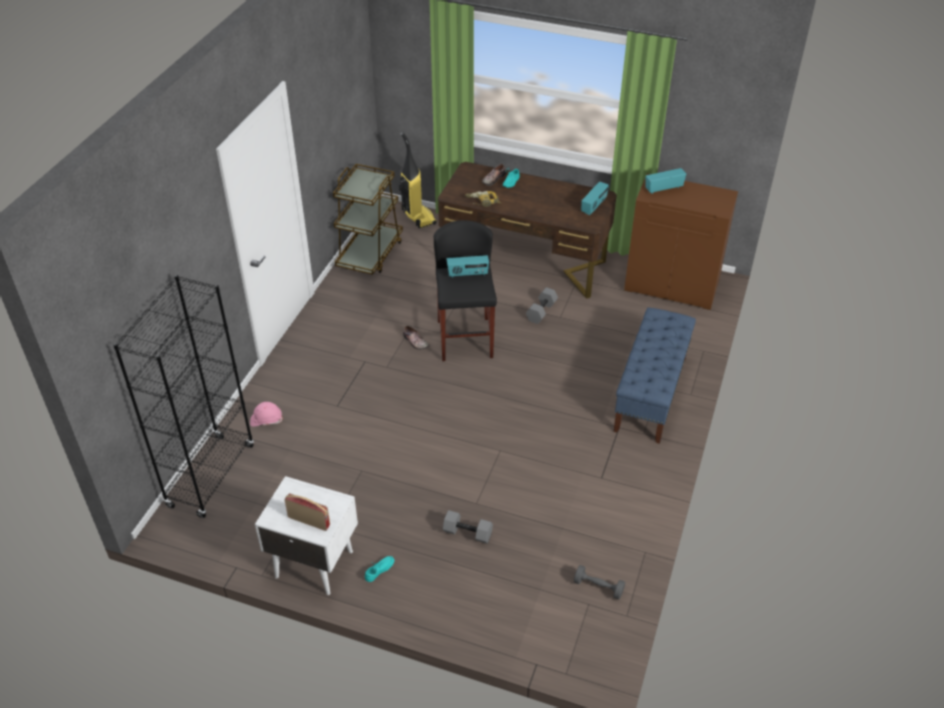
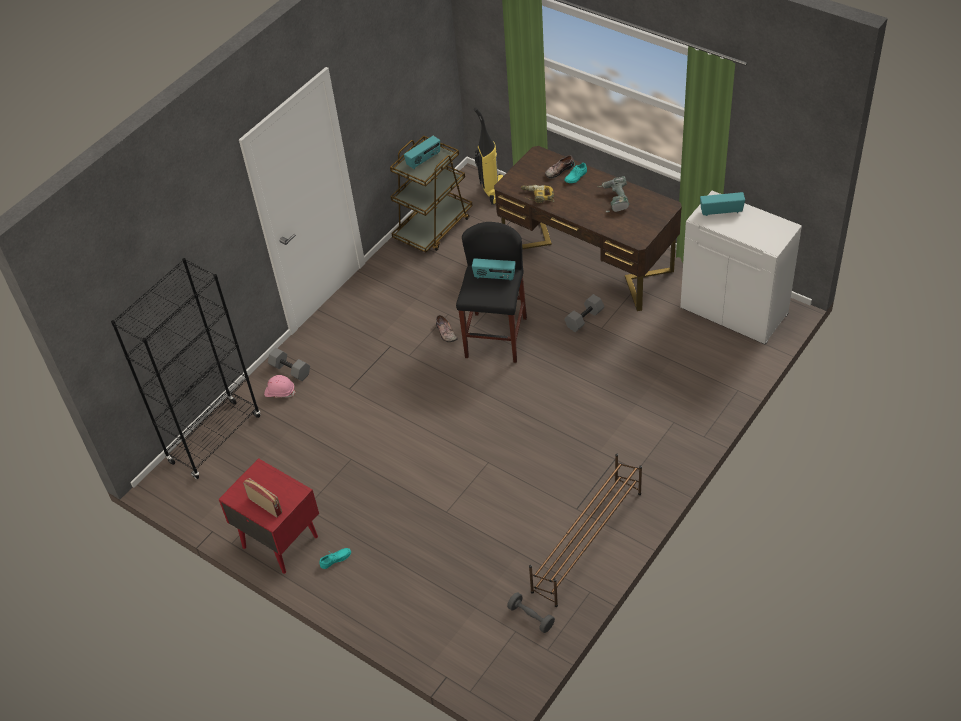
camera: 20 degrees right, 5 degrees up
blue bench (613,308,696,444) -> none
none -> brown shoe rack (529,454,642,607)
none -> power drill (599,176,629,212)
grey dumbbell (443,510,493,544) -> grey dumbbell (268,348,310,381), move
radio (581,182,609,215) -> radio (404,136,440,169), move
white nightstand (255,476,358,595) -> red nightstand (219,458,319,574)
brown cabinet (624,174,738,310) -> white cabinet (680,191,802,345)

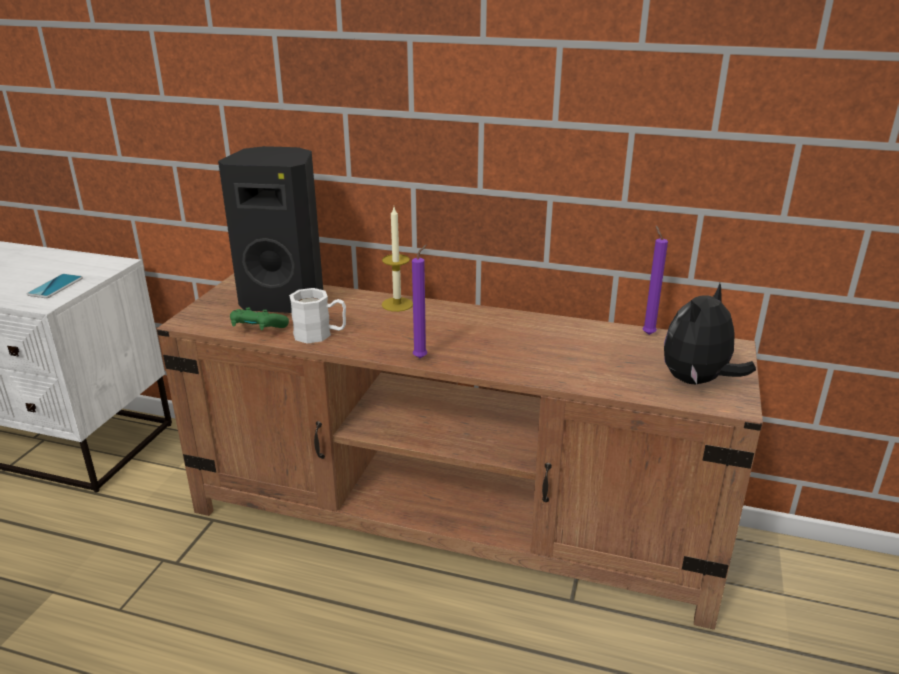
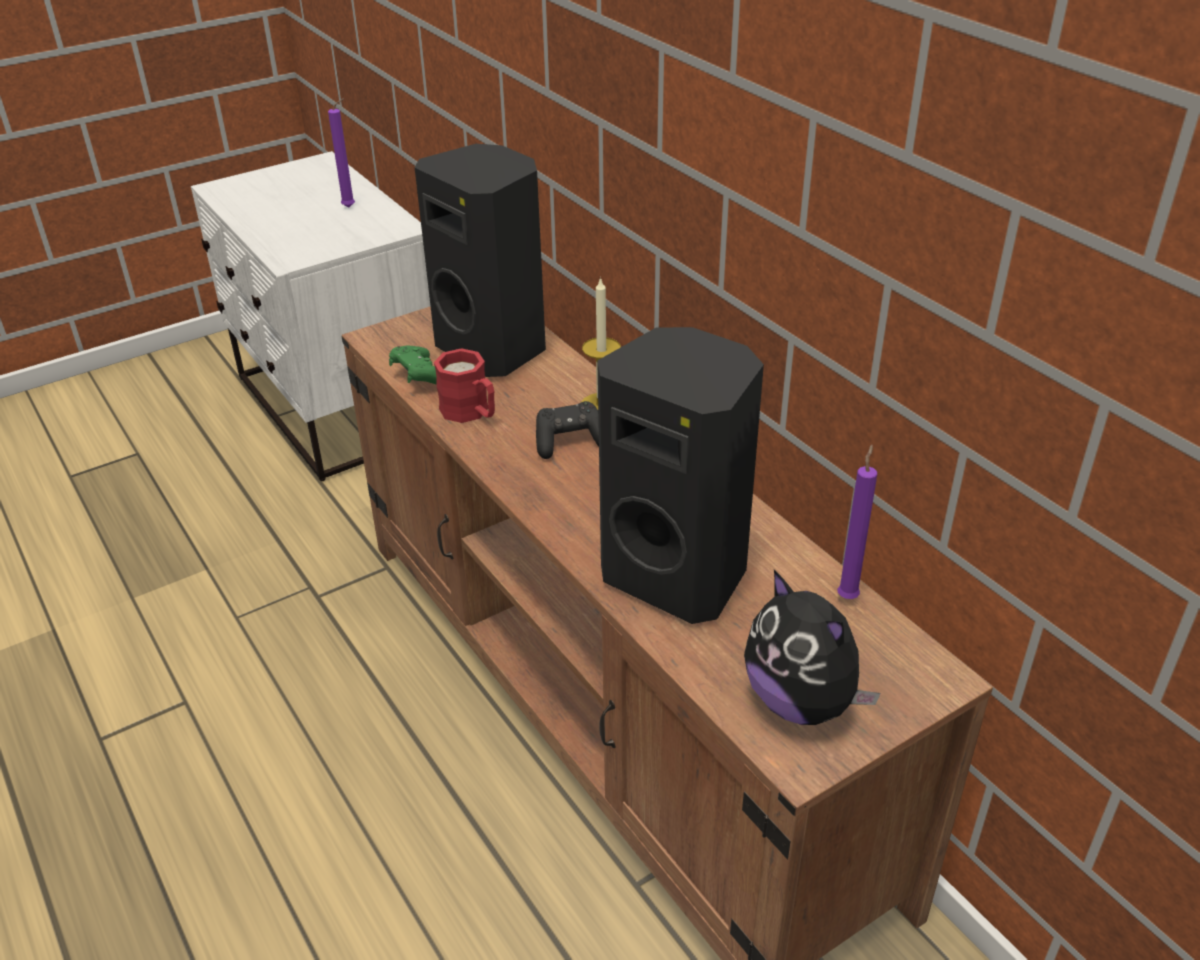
camera: 40 degrees right, 10 degrees up
phone (27,274,83,298) -> none
none -> black game controller (536,401,599,459)
none -> black speaker (597,327,764,624)
purple candle (412,244,427,358) -> purple candle (328,98,355,207), move
white mug (289,288,346,344) -> red mug (434,348,495,423)
plush toy (664,283,756,384) -> plush toy (744,570,881,725), 120 degrees counterclockwise

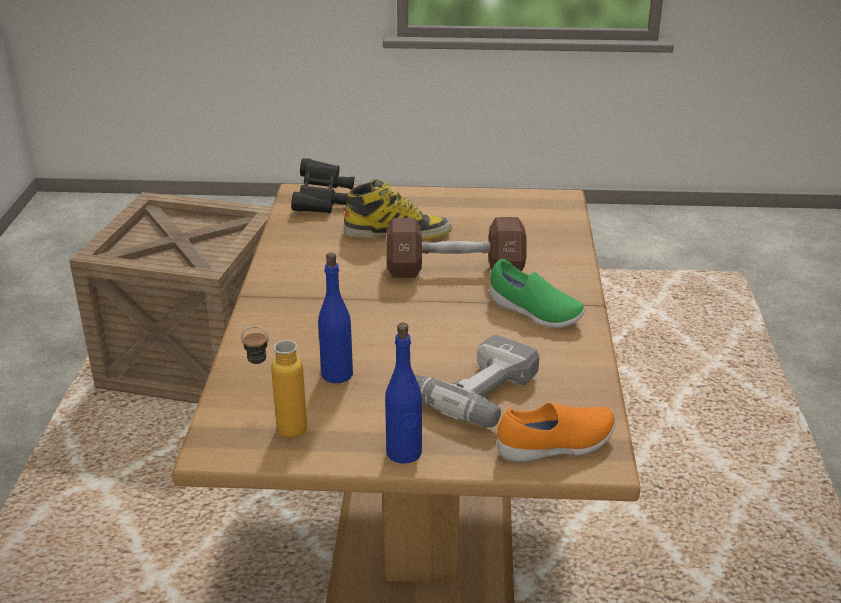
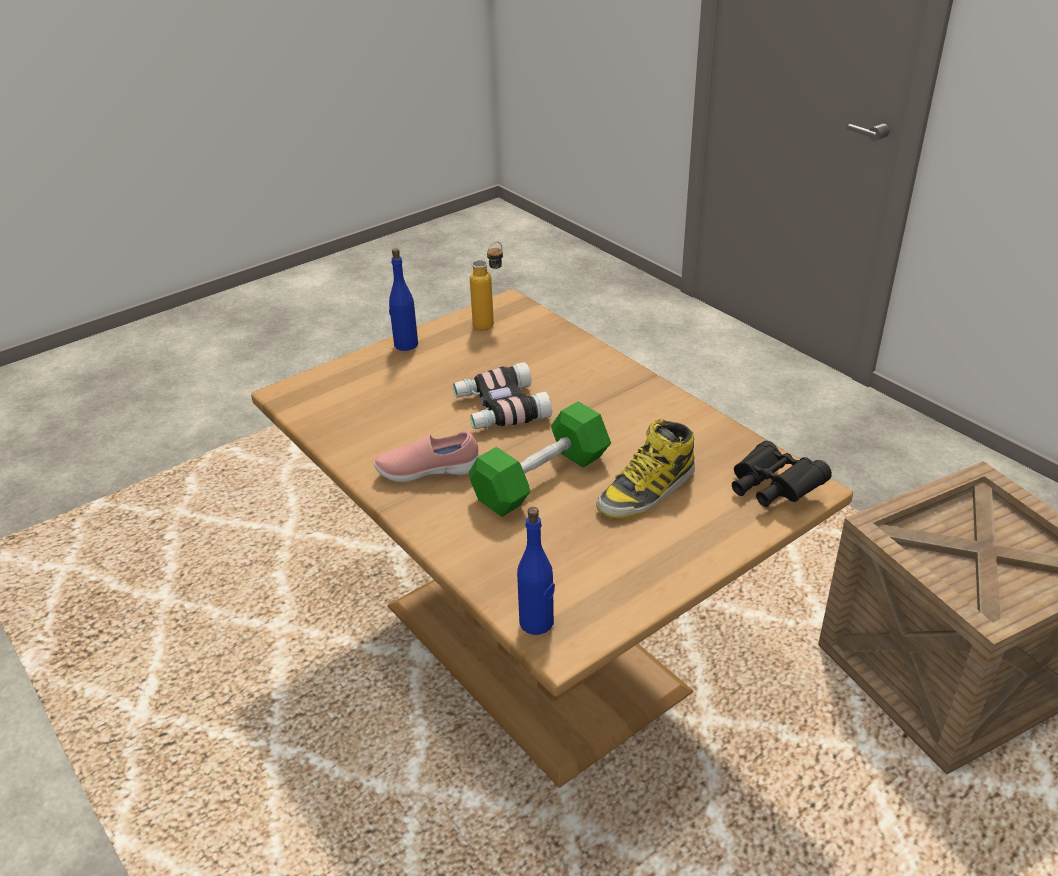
camera: 140 degrees right, 5 degrees up
power drill (391,335,540,428) -> none
orange shoe (497,403,615,462) -> none
none -> binoculars (453,362,552,429)
blue bottle (318,253,353,383) -> blue bottle (517,507,555,635), move
brown dumbbell (387,217,527,278) -> green dumbbell (469,401,611,517)
green shoe (489,259,585,328) -> pink shoe (373,431,479,482)

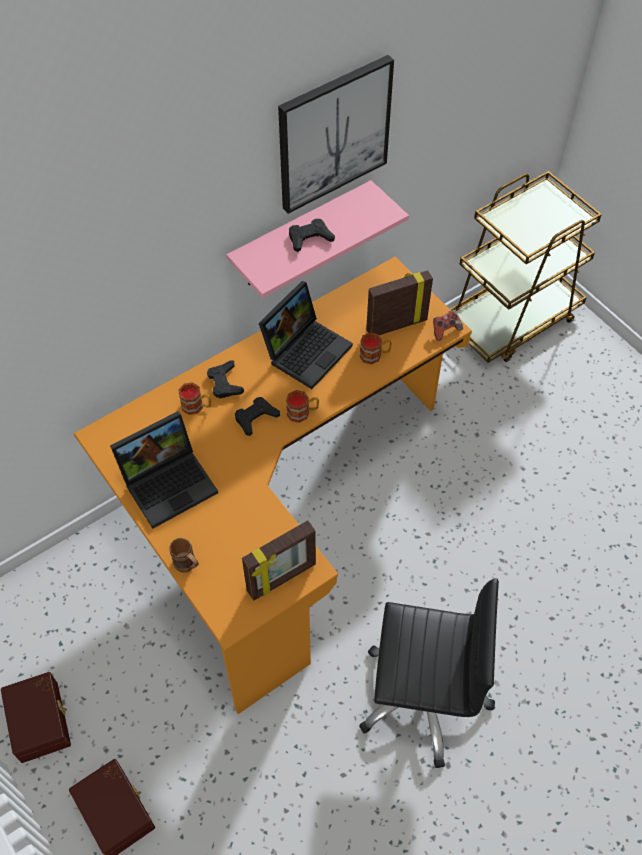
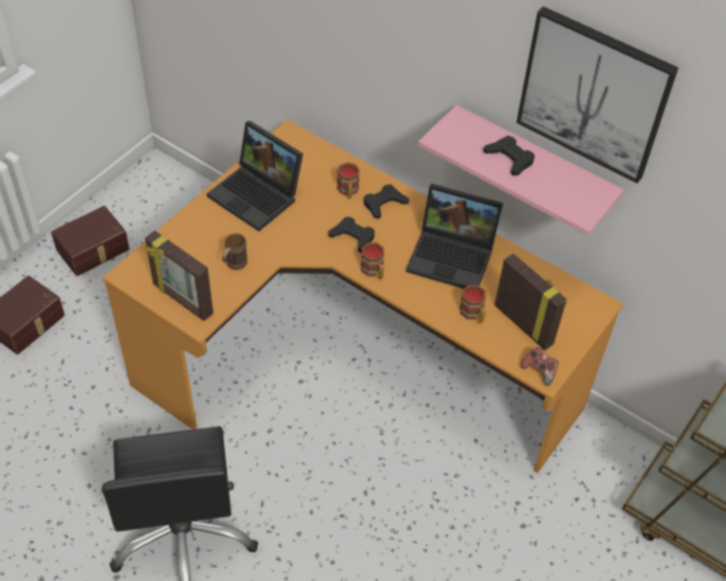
camera: 70 degrees right, 5 degrees down
brown mug (169,538,199,573) -> brown mug (222,233,248,270), move

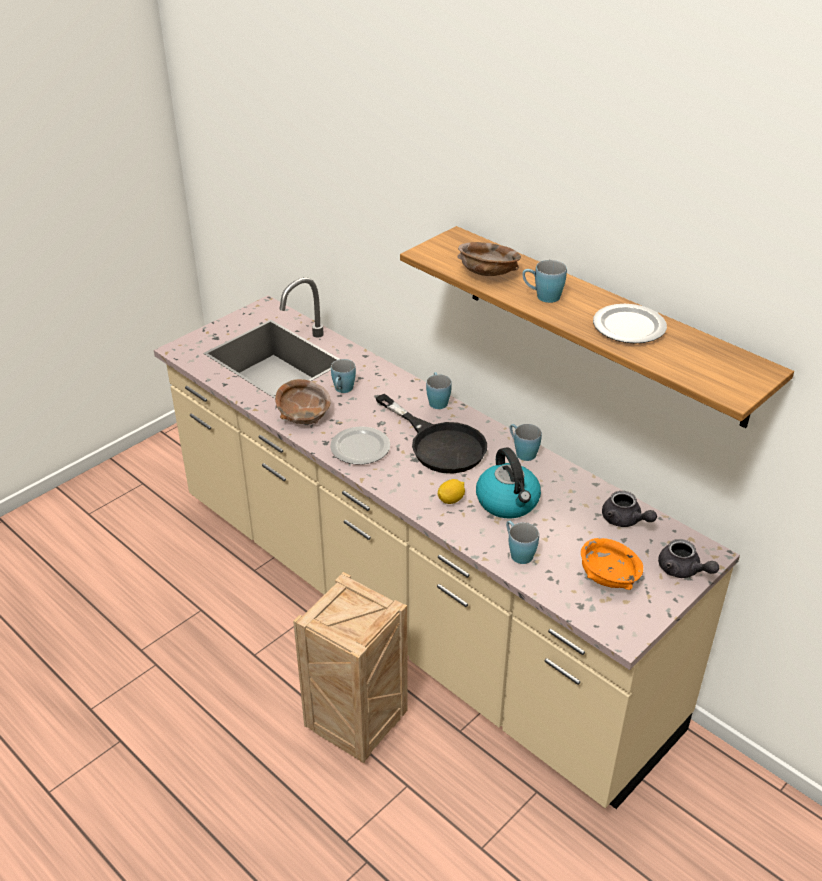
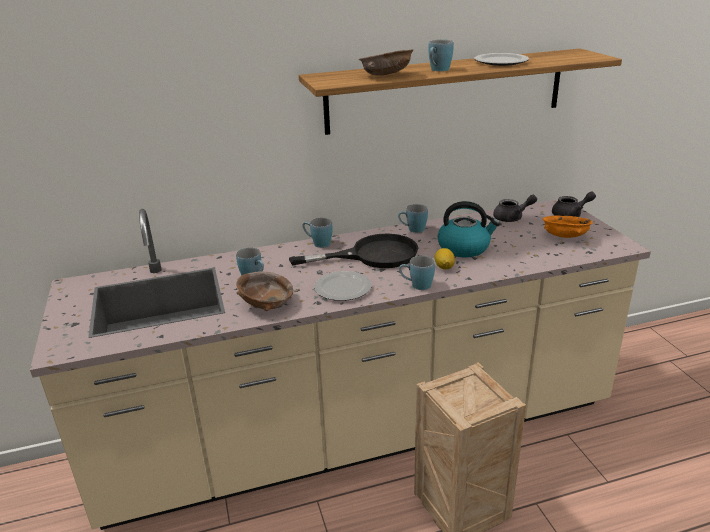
camera: 60 degrees left, 10 degrees down
blue mug (506,521,539,564) -> blue mug (399,255,435,290), move

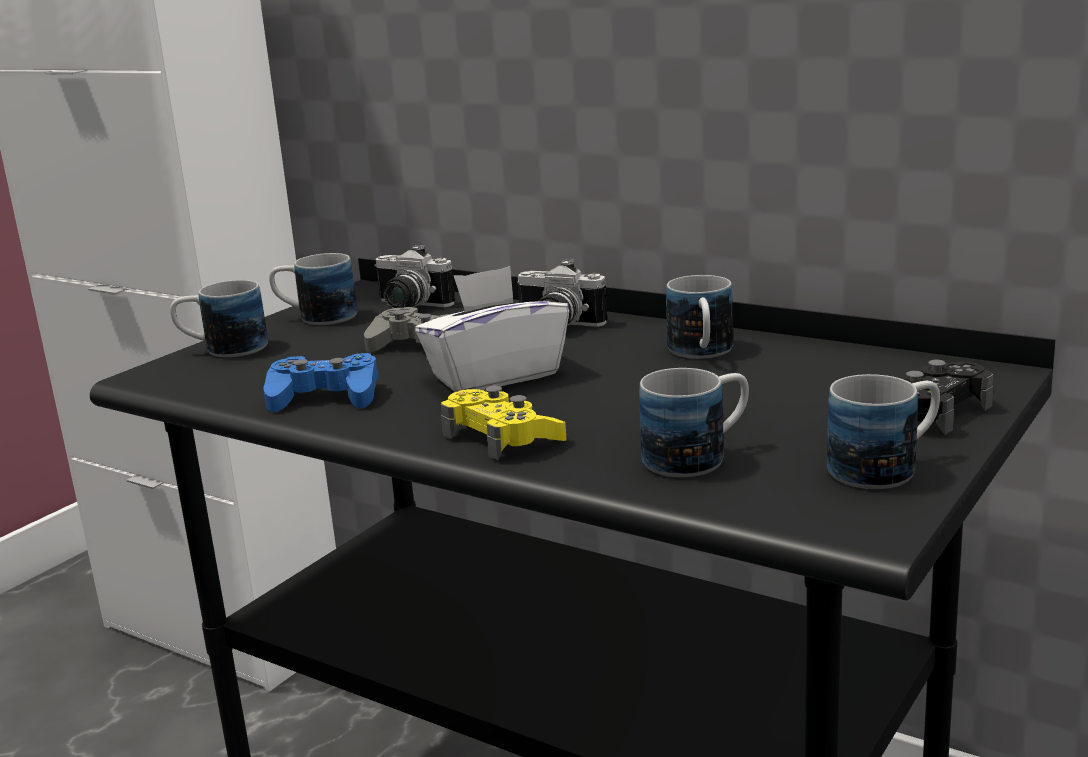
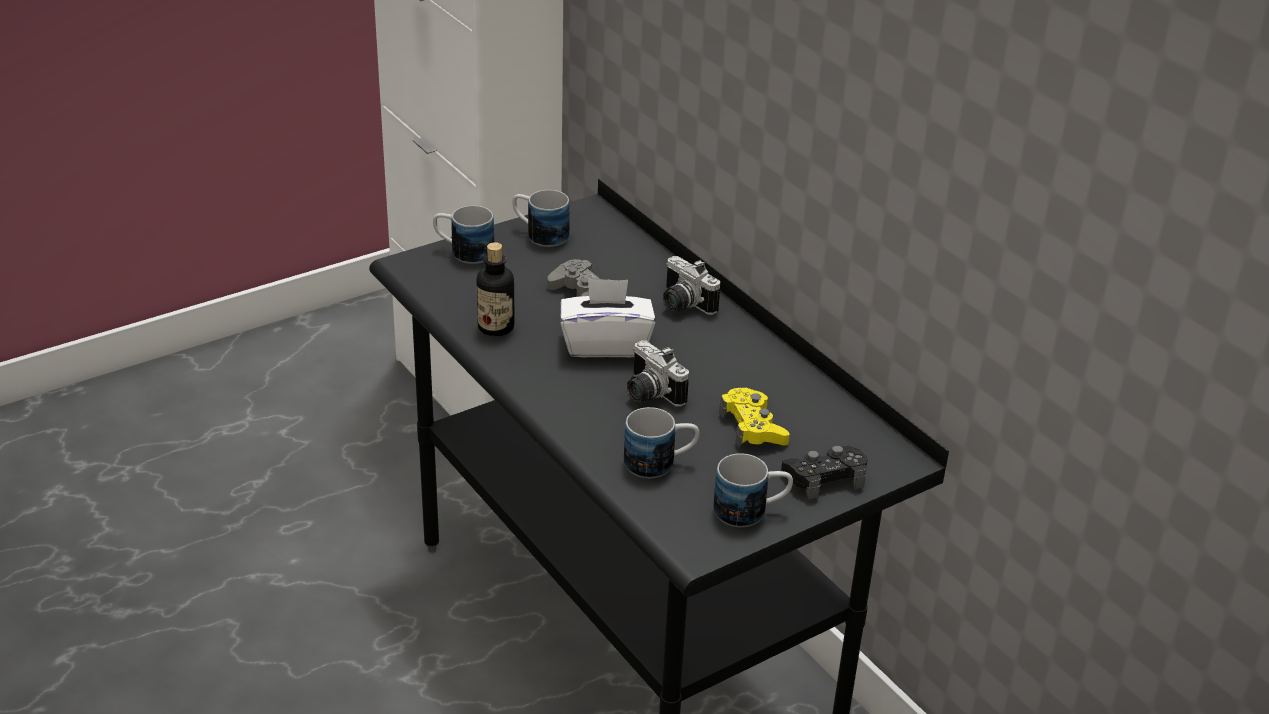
camera: 20 degrees right, 15 degrees up
mug (666,275,733,359) -> none
photo camera (374,245,455,308) -> photo camera (627,340,689,407), move
yellow game controller (441,385,567,461) -> yellow game controller (719,388,790,447), move
blue game controller (264,353,379,412) -> bottle (476,242,515,336)

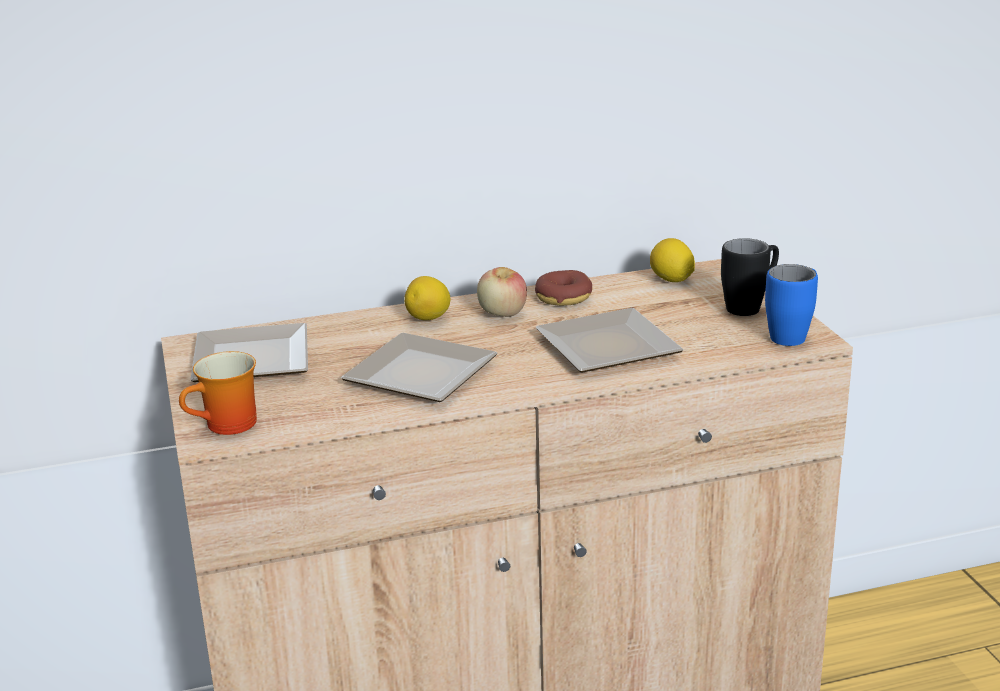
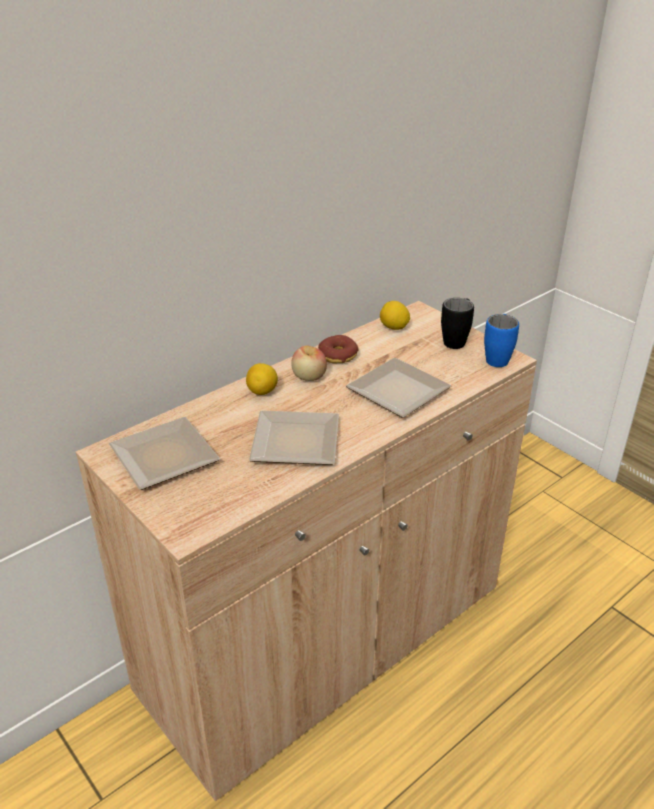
camera: 25 degrees left, 10 degrees up
mug (179,351,257,435) -> none

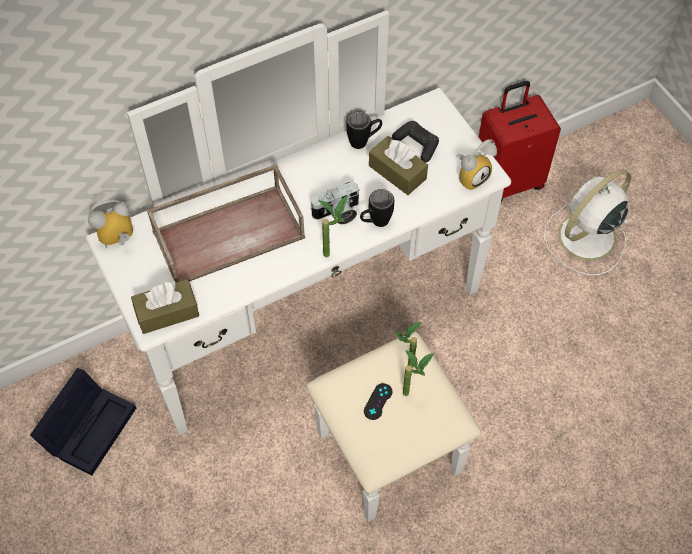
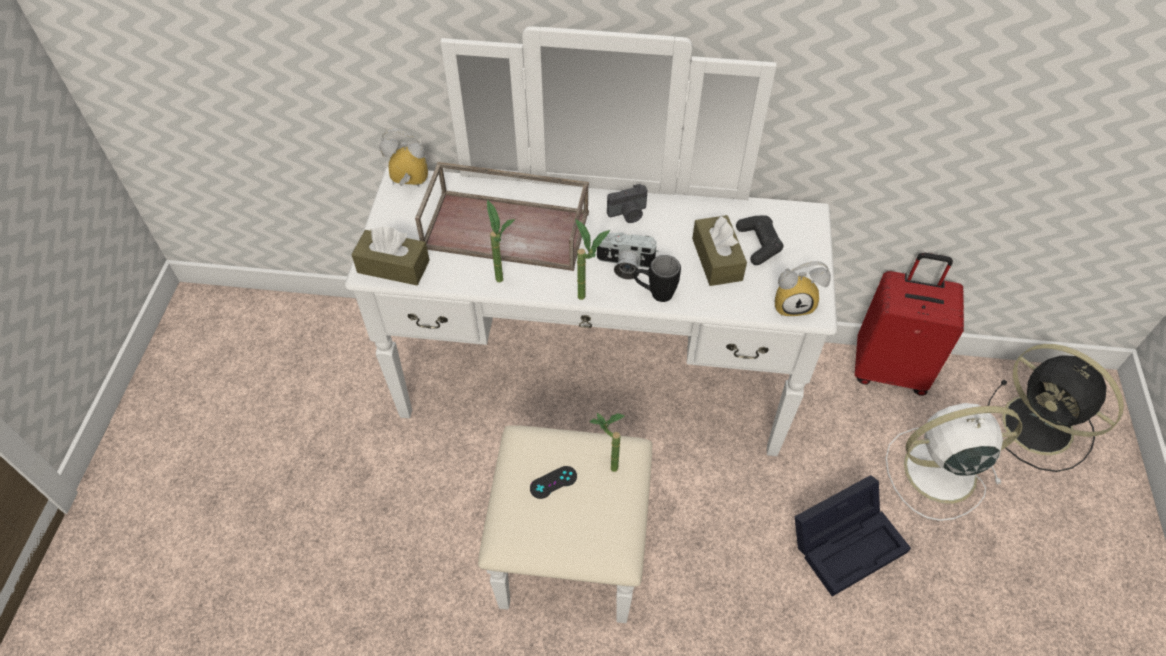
camera: 35 degrees right, 5 degrees down
black mug (346,112,382,149) -> none
none -> photo camera (607,184,647,223)
none -> black fan (988,344,1124,472)
black storage box (30,368,136,476) -> black storage box (795,475,911,597), move
potted plant (403,350,434,396) -> potted plant (487,200,515,283), move

